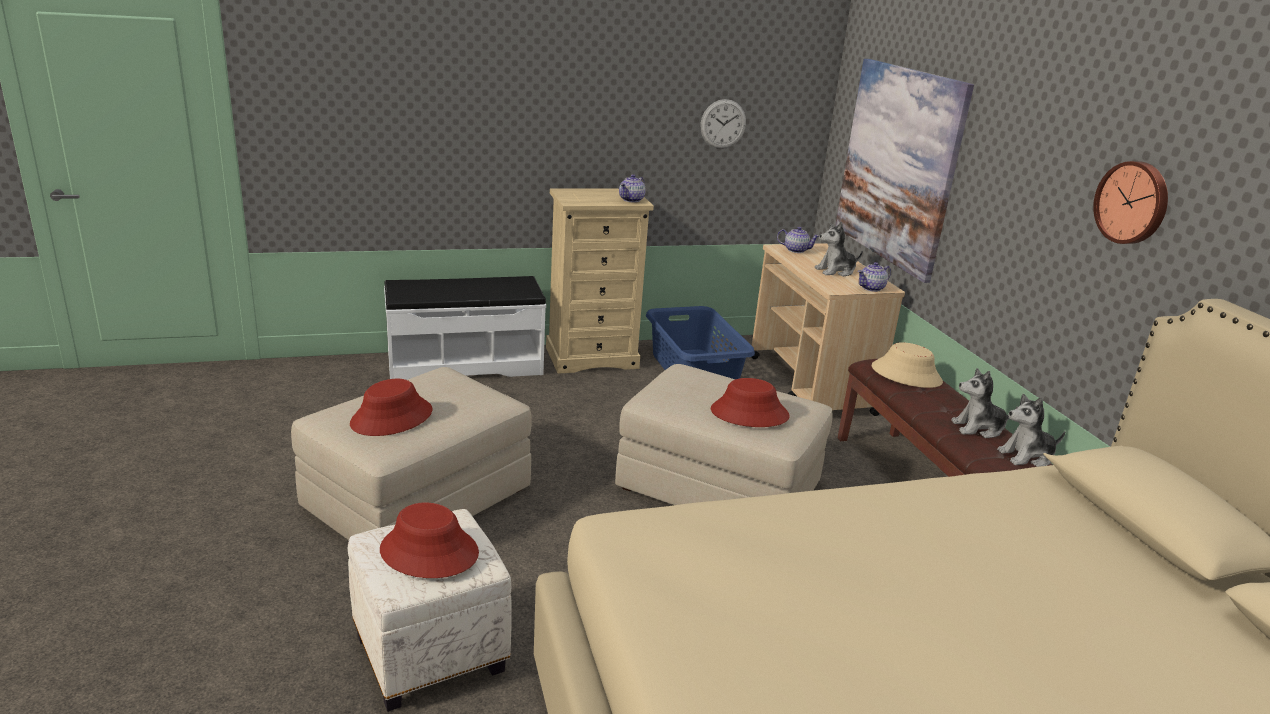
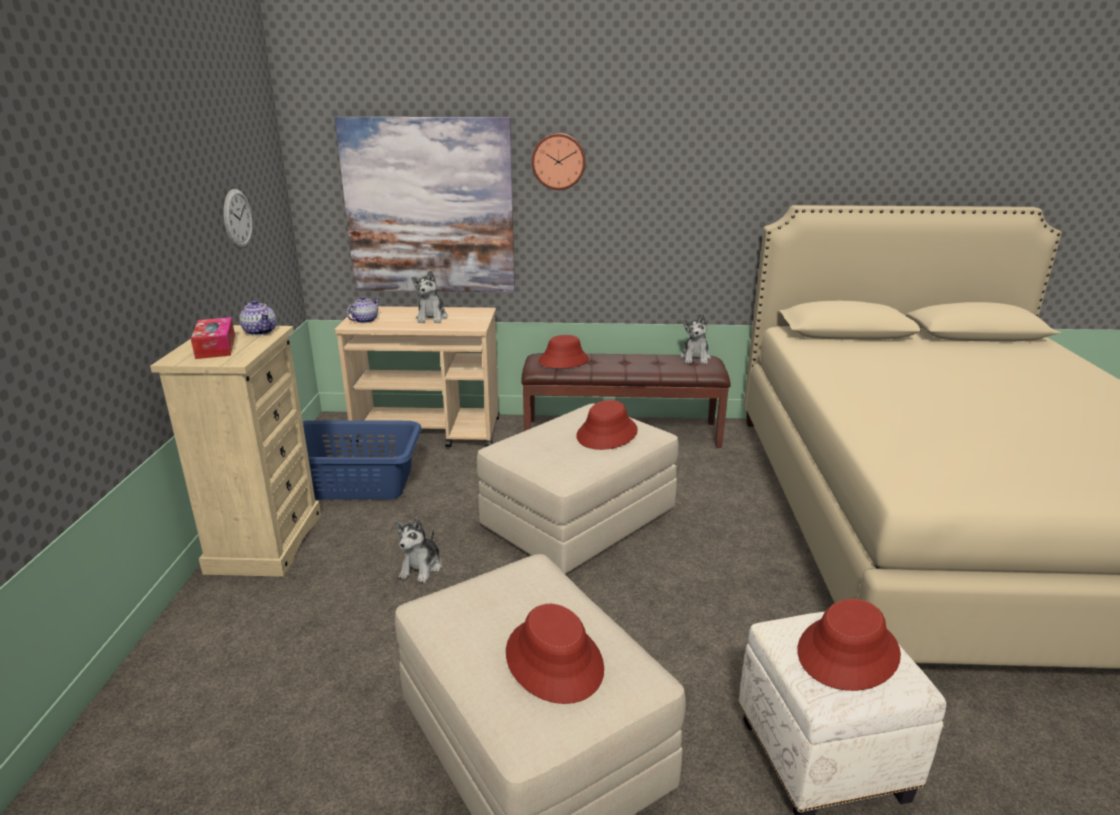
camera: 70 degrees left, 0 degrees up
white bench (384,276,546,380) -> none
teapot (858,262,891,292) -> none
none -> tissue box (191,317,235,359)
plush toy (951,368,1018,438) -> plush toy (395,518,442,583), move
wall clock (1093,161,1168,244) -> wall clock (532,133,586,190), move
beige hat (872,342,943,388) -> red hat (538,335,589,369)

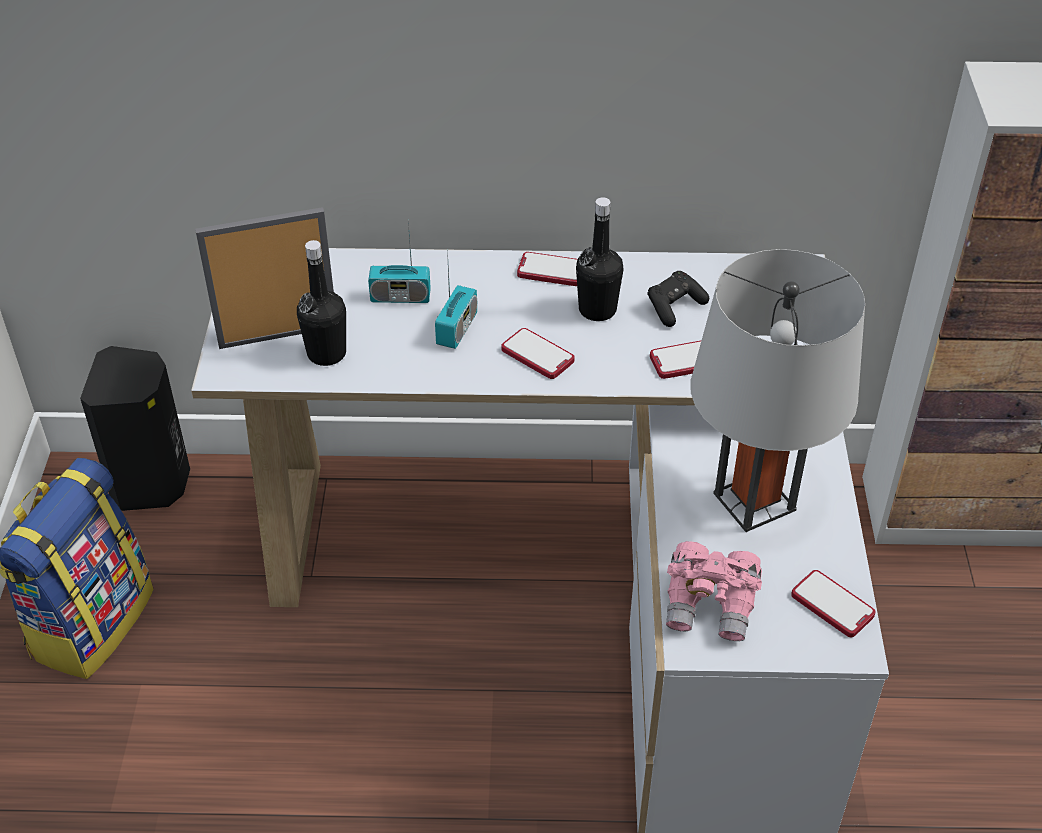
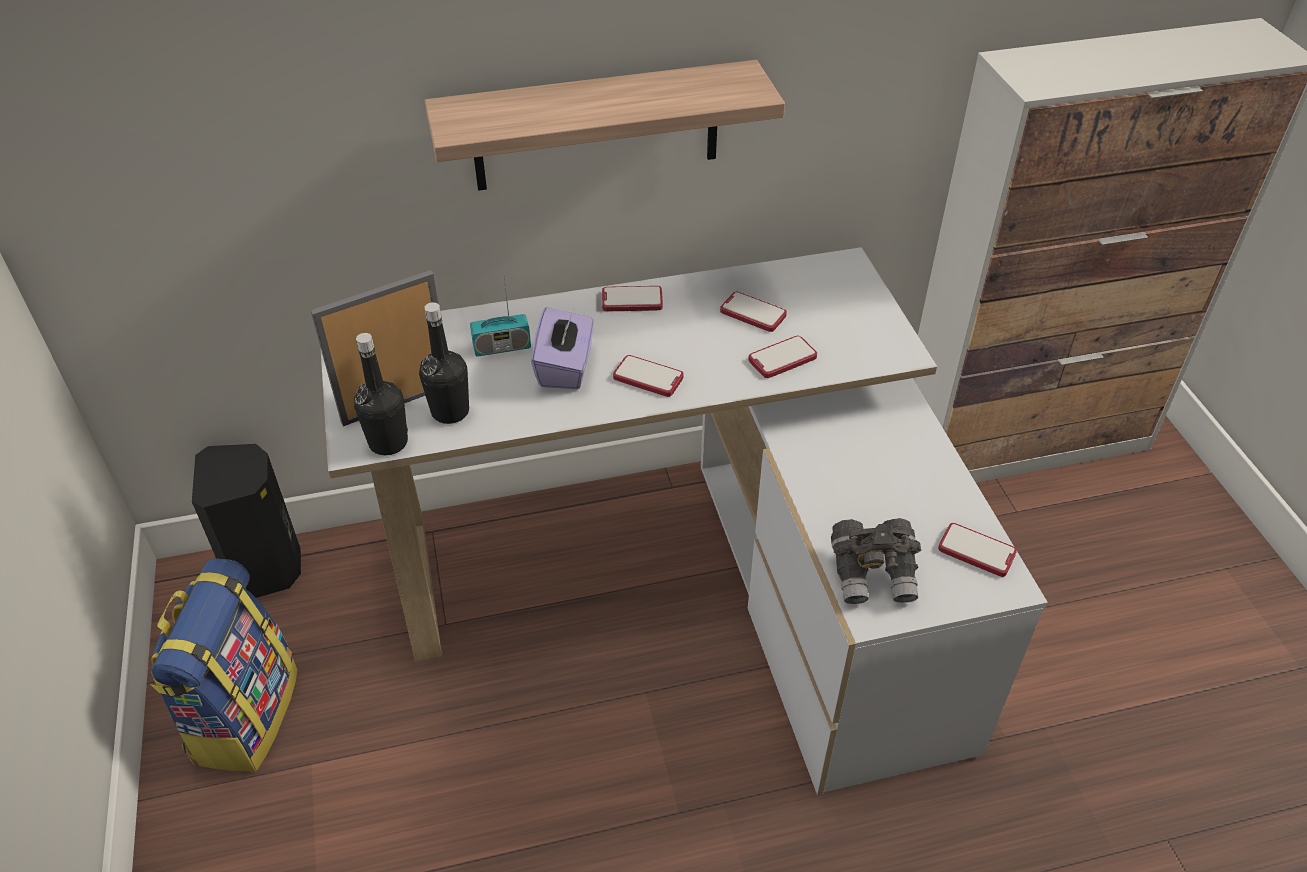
camera: 15 degrees left, 0 degrees up
grey table lamp (691,249,865,532) -> none
none -> shelf (424,60,785,191)
black bottle (576,197,624,321) -> black bottle (354,333,408,455), move
radio (435,249,477,349) -> purple tissue box (531,307,594,389)
black game controller (647,271,709,327) -> phone (720,292,787,332)
pink binoculars (666,541,762,641) -> grey binoculars (831,518,921,604)

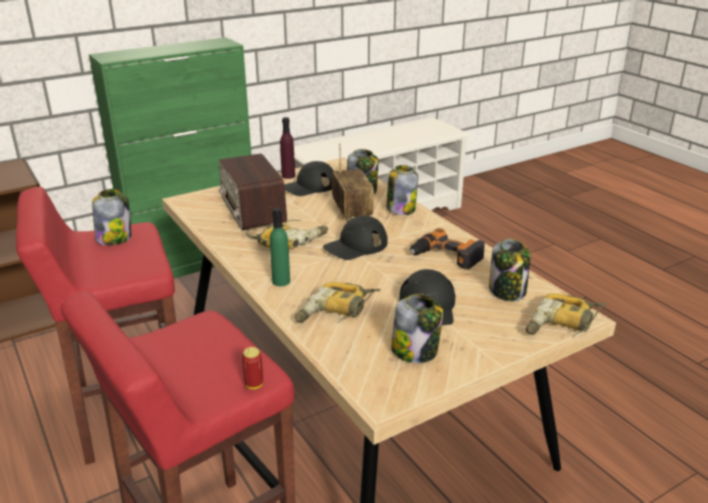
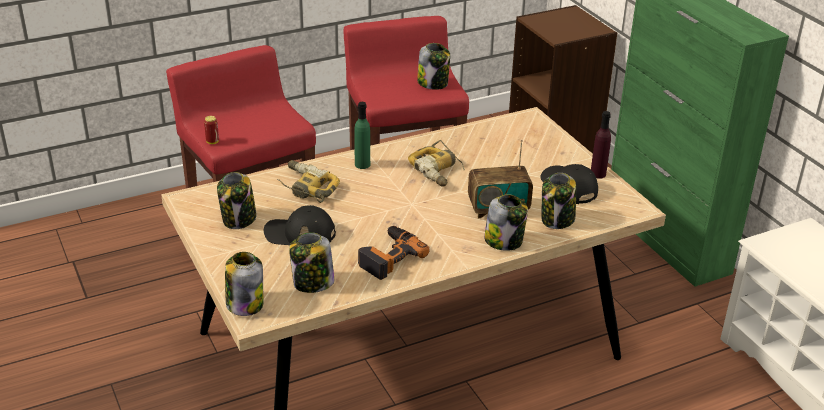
camera: 95 degrees right, 5 degrees up
radio (219,153,287,231) -> none
black cap (323,215,388,260) -> none
power drill (526,294,607,338) -> jar (225,252,263,316)

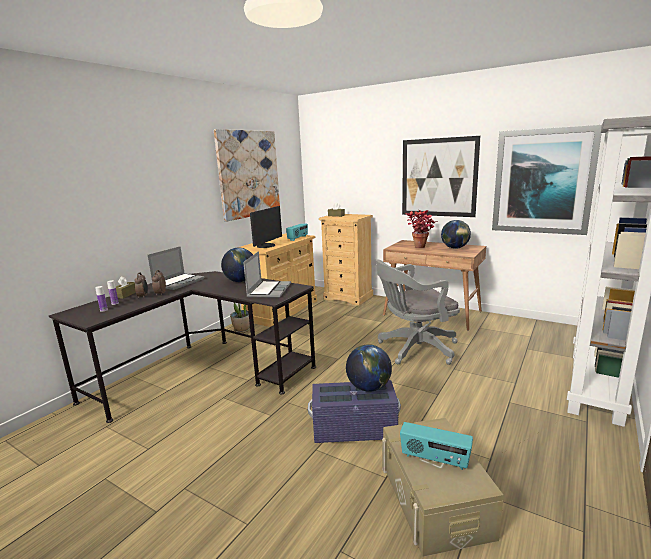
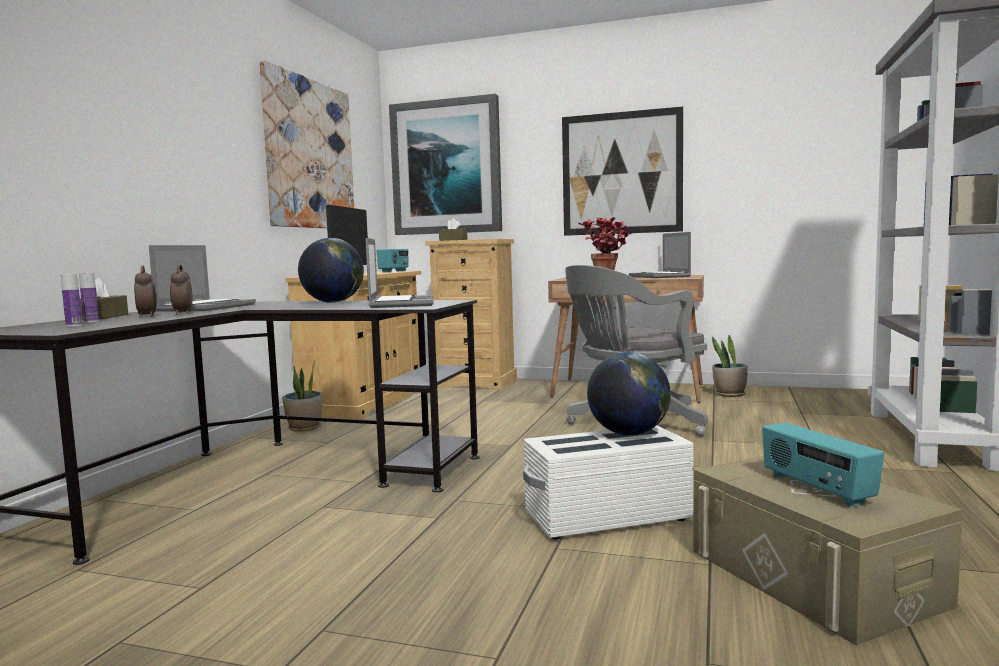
camera: 15 degrees left, 10 degrees down
none -> potted plant (712,335,748,397)
picture (492,125,602,235) -> picture (389,94,502,235), move
globe (441,220,471,249) -> laptop (629,232,691,278)
purple storage box (308,380,401,443) -> white storage box (523,425,694,540)
radio (400,422,473,470) -> radio (762,423,884,508), 60 degrees clockwise

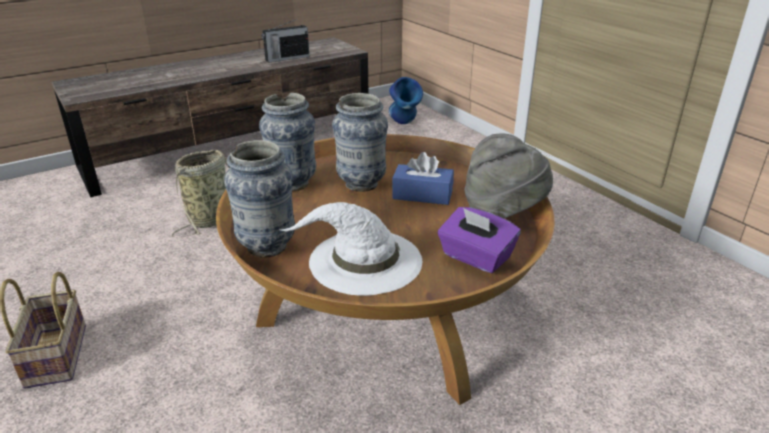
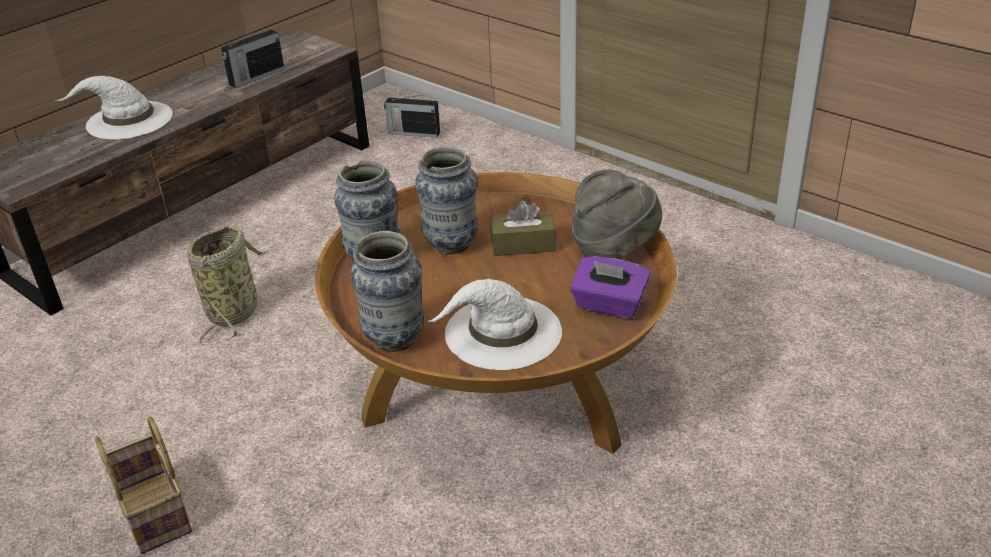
camera: 15 degrees left, 5 degrees up
none -> white hat (56,76,173,140)
blue vase (389,77,423,124) -> radio (384,94,440,138)
blue tissue box (392,152,454,205) -> brown tissue box (490,201,556,256)

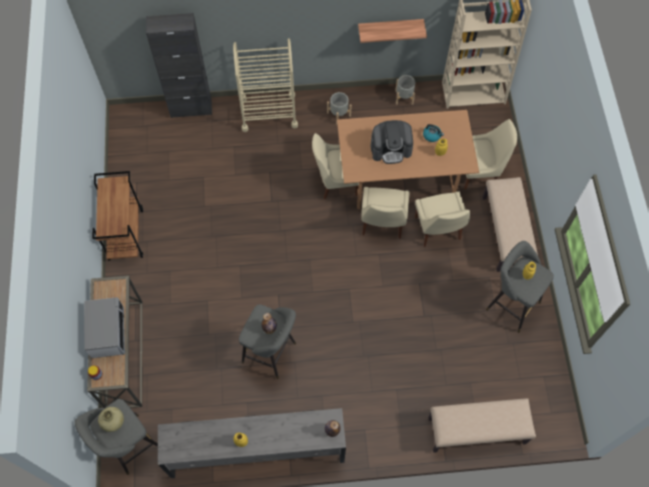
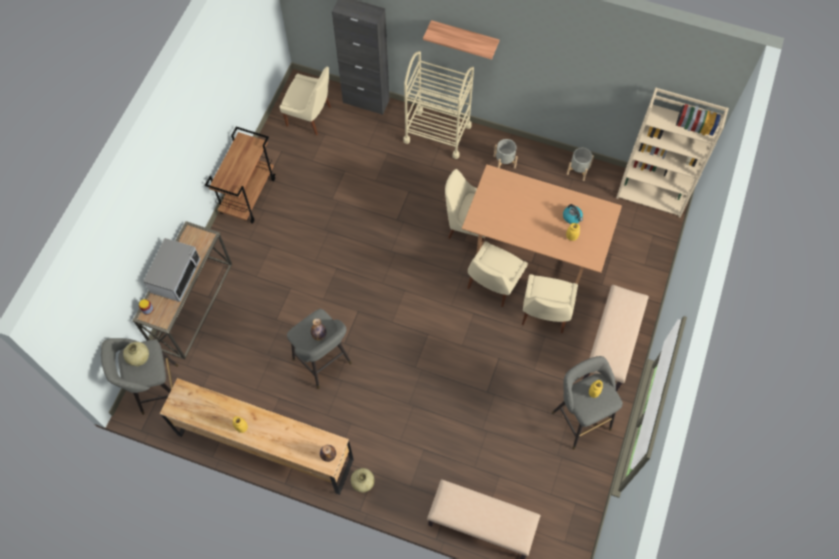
camera: 25 degrees right, 0 degrees up
coffee machine (371,120,413,164) -> none
none -> beige vase (351,468,375,493)
shelf (358,19,427,43) -> shelf (423,20,499,60), move
beige chair (464,119,517,190) -> beige chair (280,66,331,135), move
grey dresser (158,408,346,478) -> brown dresser (160,378,354,495)

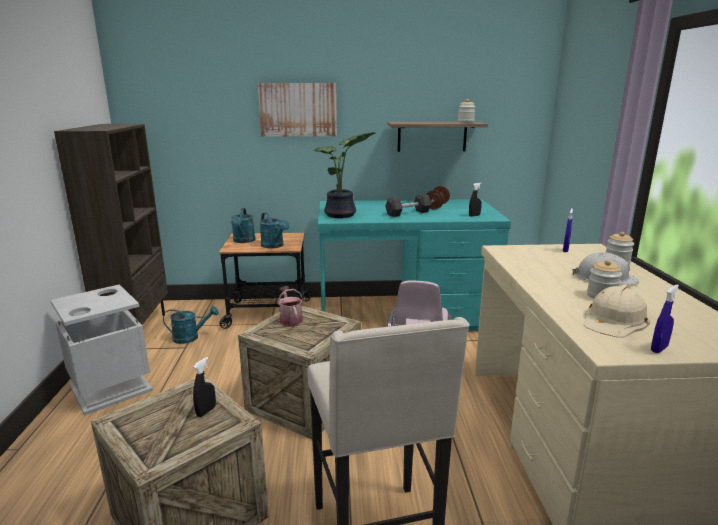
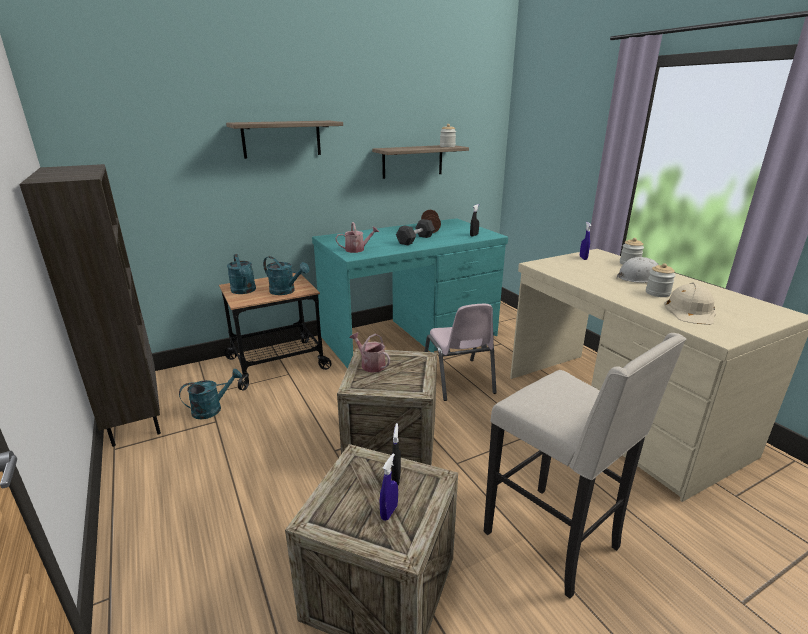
camera: 25 degrees left, 5 degrees up
grey trash can (50,284,153,416) -> none
blue spray bottle (651,284,679,353) -> blue spray bottle (380,453,398,521), move
picture (258,83,337,137) -> shelf (226,121,343,159)
potted plant (313,132,375,218) -> watering can (335,222,379,253)

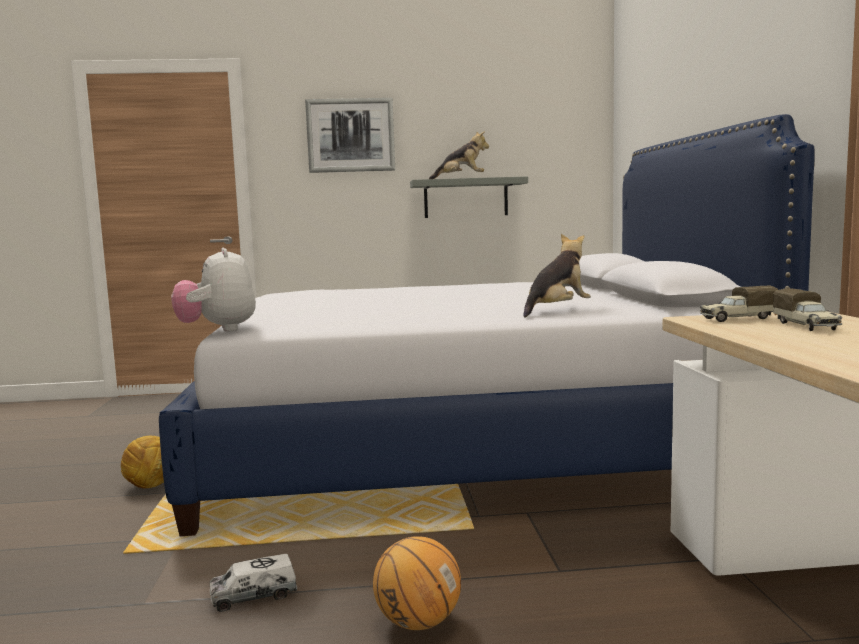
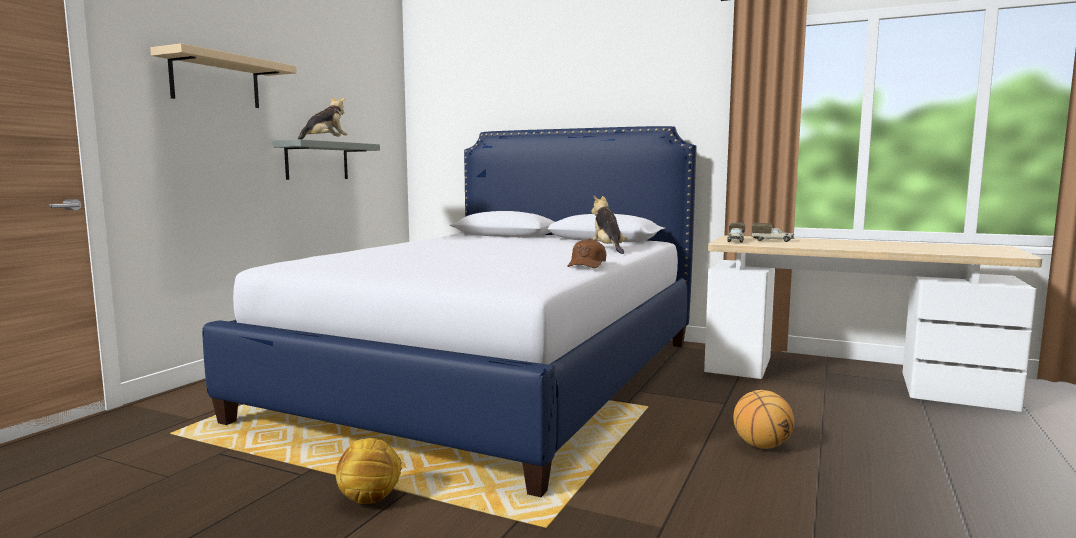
camera: 60 degrees left, 0 degrees up
plush toy (171,248,256,331) -> none
toy truck (210,554,297,612) -> none
none -> brown cap (567,238,606,268)
picture (305,98,395,173) -> beige shelf (150,43,297,108)

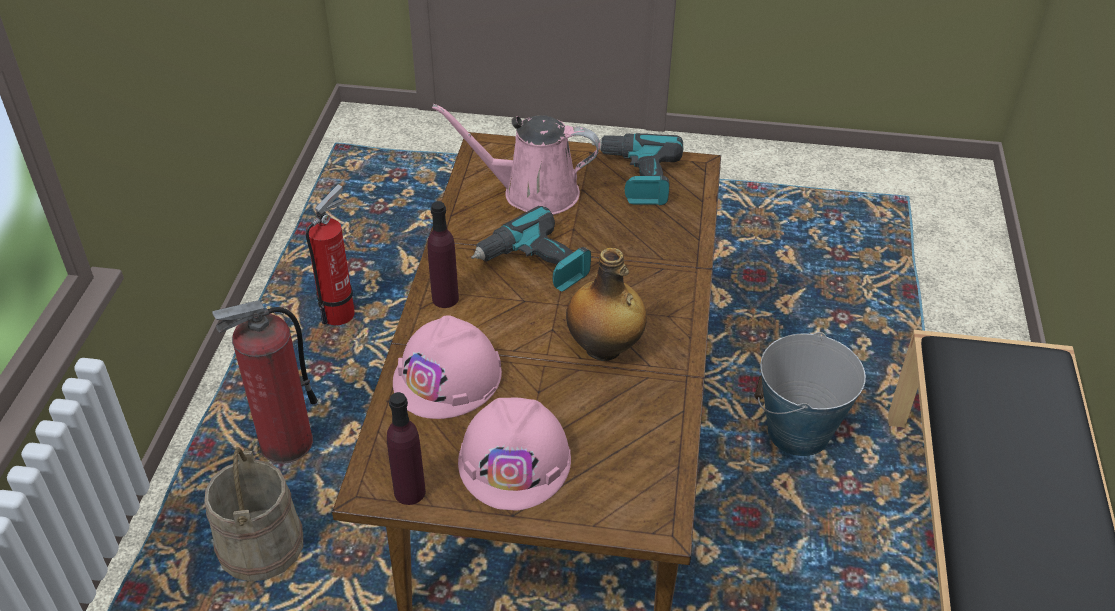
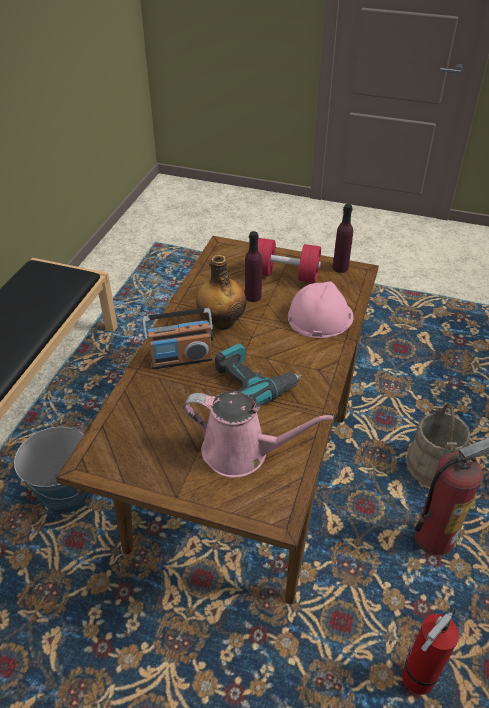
camera: 170 degrees left, 0 degrees up
power drill (592,133,683,206) -> none
none -> radio (143,308,213,369)
purple bottle (427,201,459,308) -> purple bottle (245,231,262,302), move
pink hard hat (458,397,571,510) -> red dumbbell (258,238,321,283)

